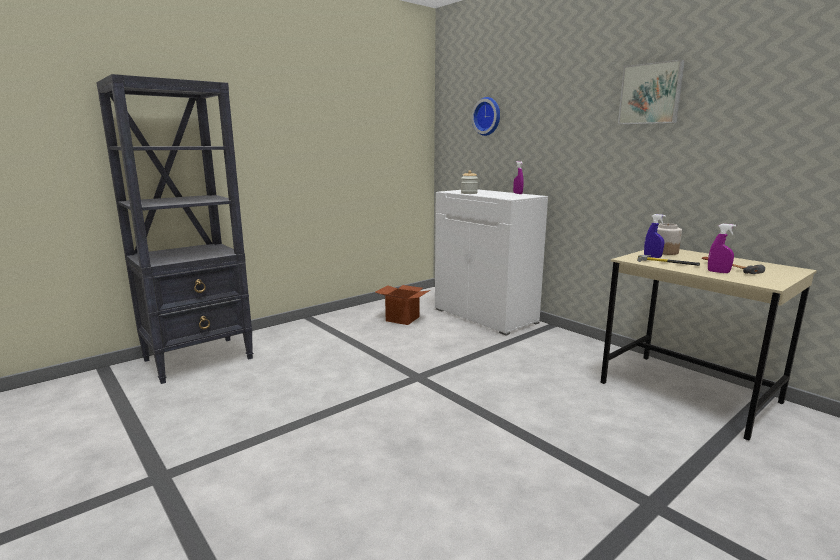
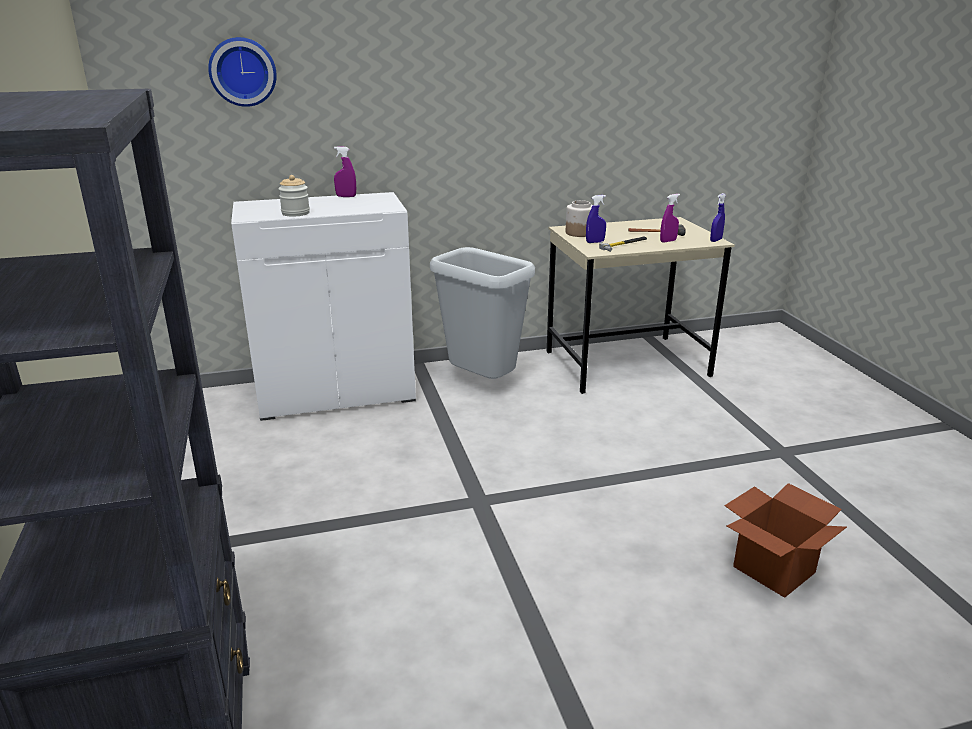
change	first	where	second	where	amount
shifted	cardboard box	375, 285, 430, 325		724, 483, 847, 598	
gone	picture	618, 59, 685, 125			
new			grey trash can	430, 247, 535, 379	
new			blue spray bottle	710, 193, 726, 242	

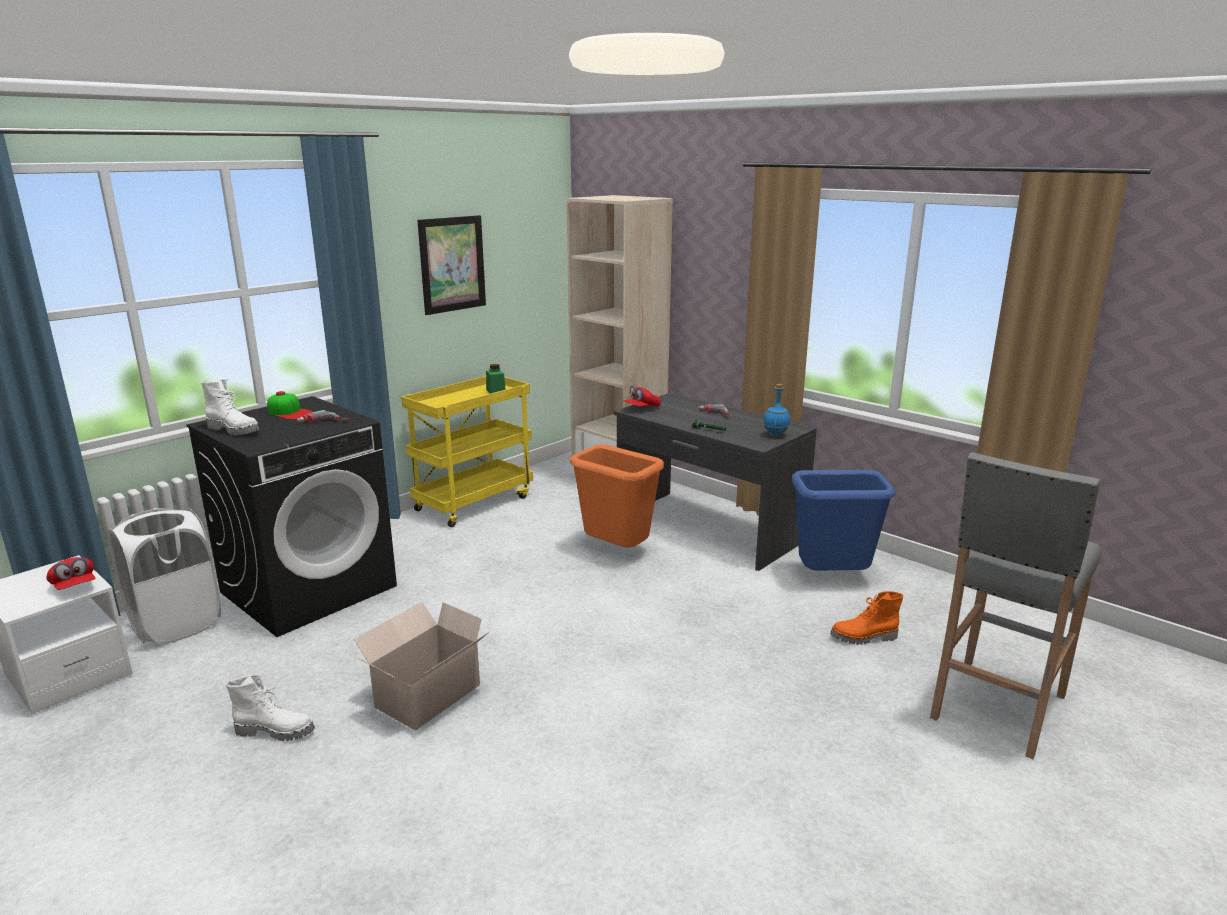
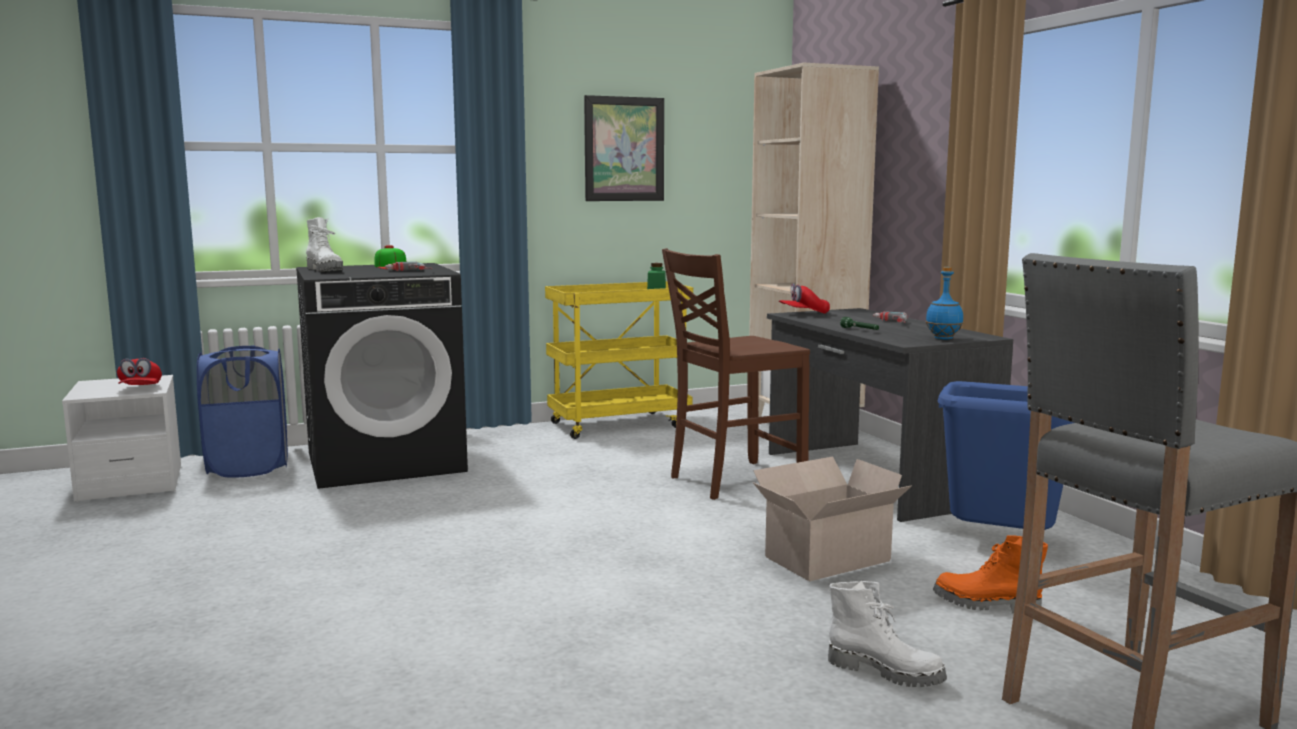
change	first	where	second	where	amount
repainted	white laundry basket	108, 508, 221, 644	blue laundry basket	197, 345, 288, 478	
shifted	white boot	226, 674, 315, 741		828, 580, 947, 687	
shifted	cardboard box	354, 602, 490, 731		752, 456, 912, 582	
swapped	orange trash can	570, 444, 664, 547	brown chair	662, 248, 810, 500	

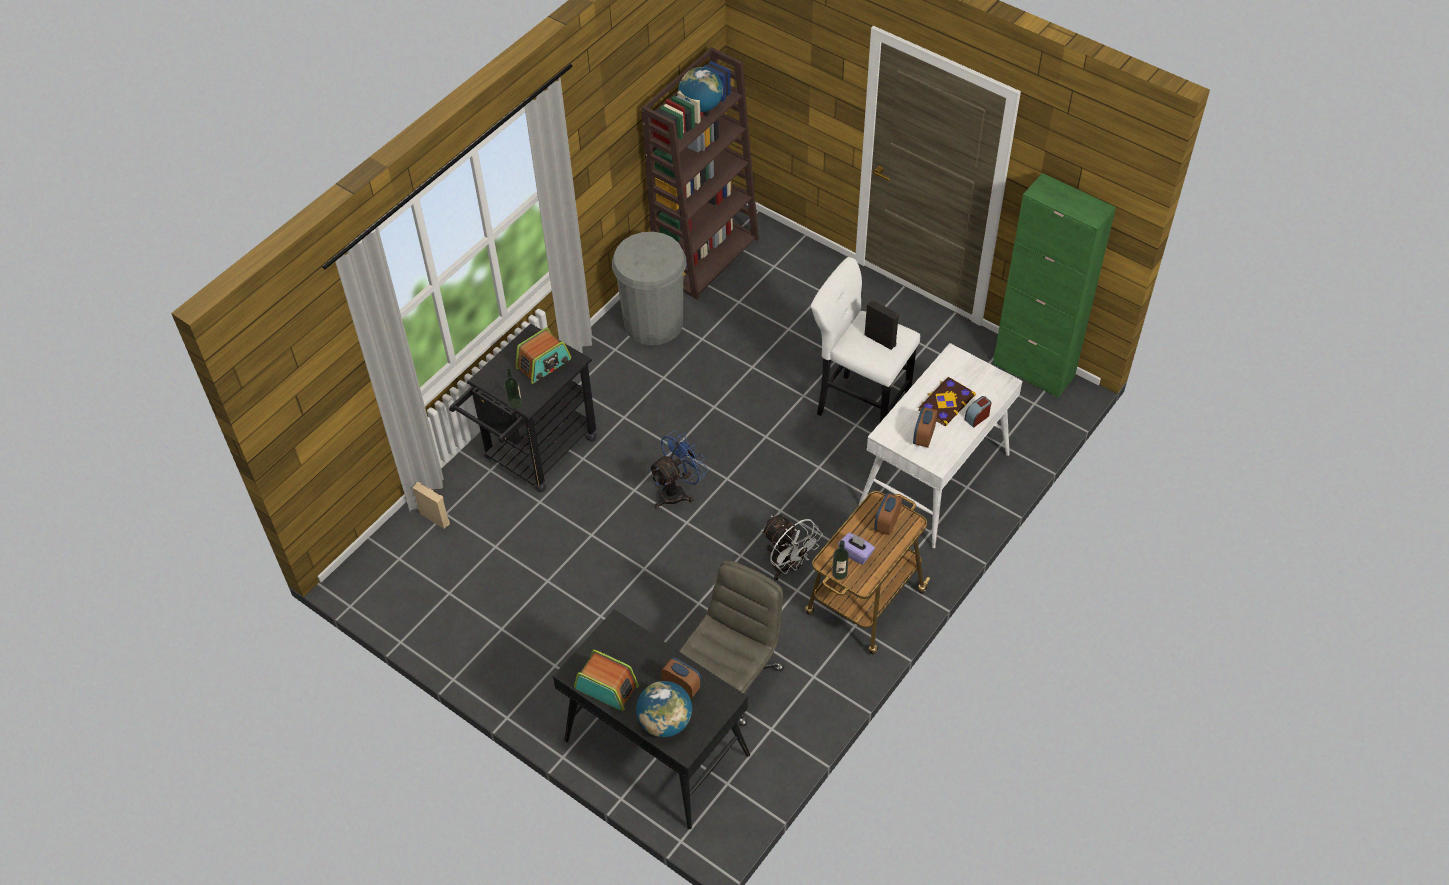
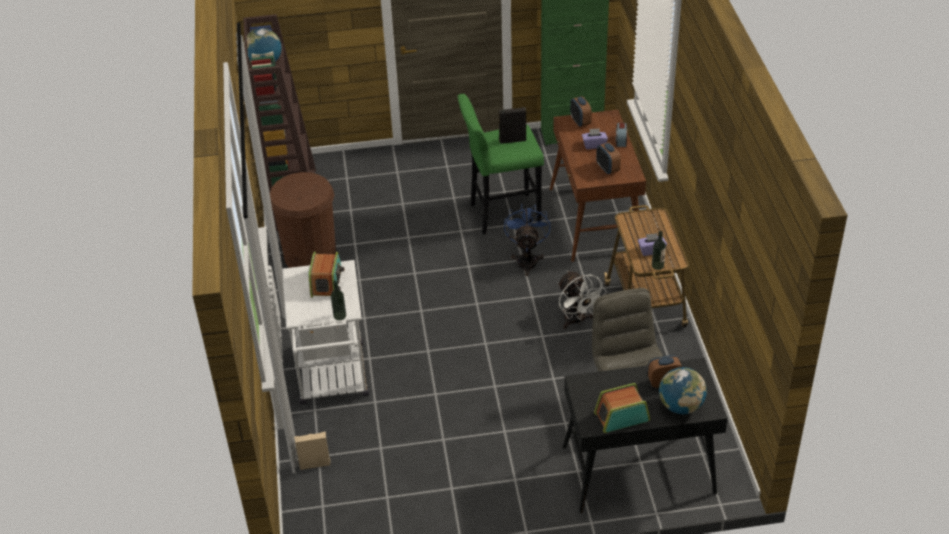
change	first	where	second	where	amount
repainted	black cart	449, 323, 597, 492	white cart	282, 260, 369, 404	
repainted	grey trash can	612, 232, 687, 345	brown trash can	270, 172, 336, 268	
shifted	blue fan	648, 430, 708, 509		504, 204, 551, 276	
rotated	white fan	761, 515, 823, 580		558, 271, 607, 329	60 degrees clockwise
repainted	white stool	811, 257, 920, 422	green stool	458, 94, 544, 235	
repainted	white desk	859, 343, 1022, 548	brown desk	550, 110, 646, 262	
shifted	alarm clock	874, 493, 902, 535		570, 96, 592, 127	
swapped	book	919, 377, 976, 426	purple tissue box	582, 128, 608, 149	

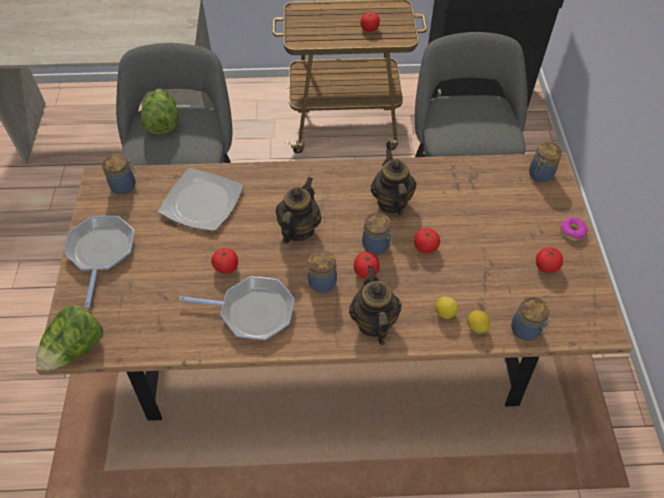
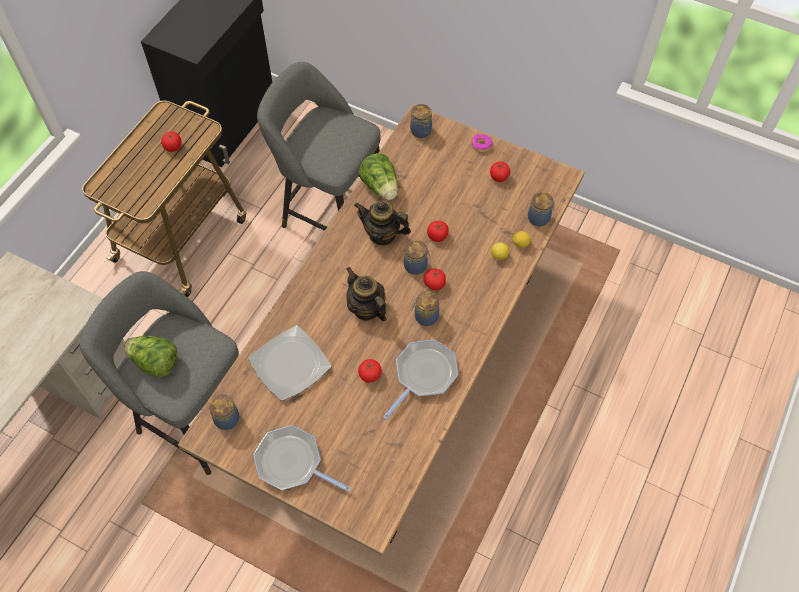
change	first	where	second	where	amount
shifted	lettuce	36, 306, 103, 371		359, 153, 398, 200	
gone	teapot	349, 265, 402, 345			

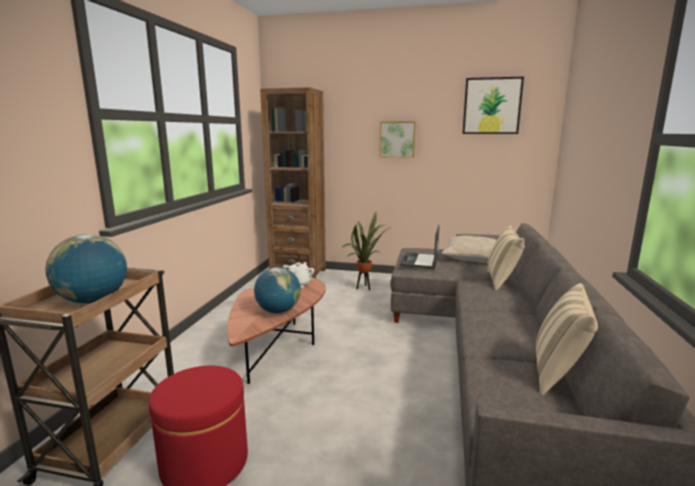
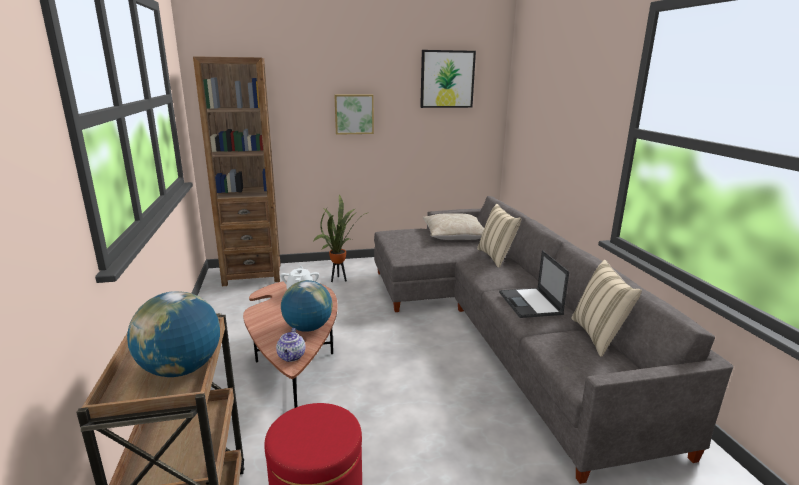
change	first	where	second	where	amount
shifted	laptop	400, 225, 439, 269		499, 250, 569, 318	
new			teapot	276, 328, 306, 362	

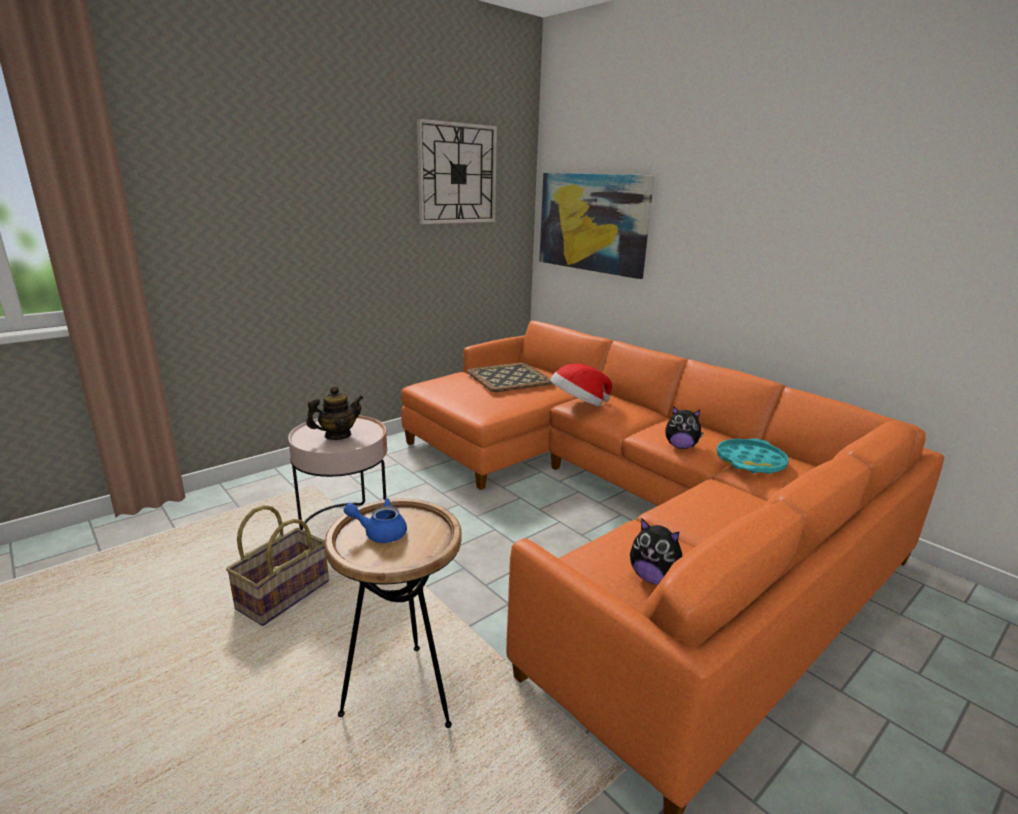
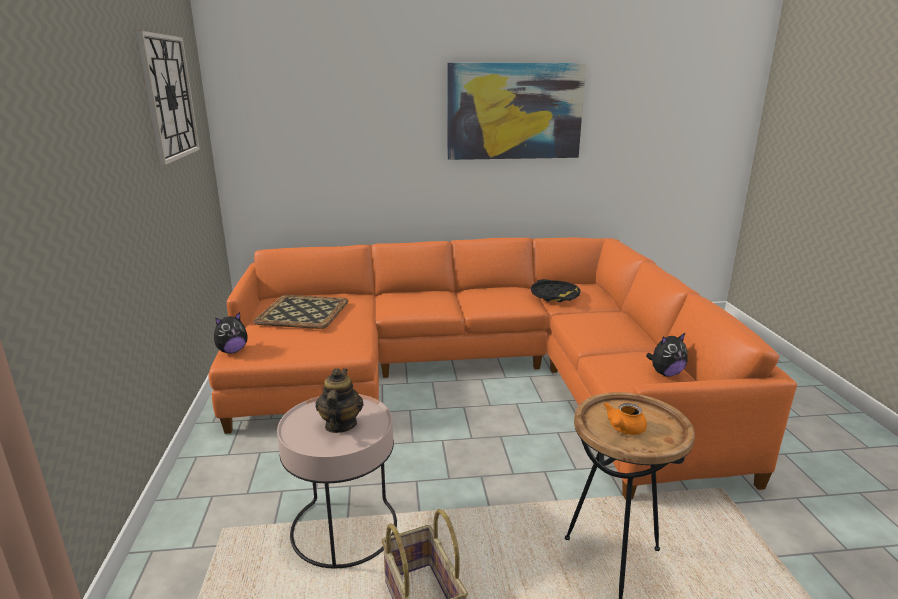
change	first	where	second	where	amount
repainted	blue teapot	344, 498, 407, 543	orange teapot	603, 403, 647, 435	
shifted	picture	539, 173, 654, 279		447, 63, 586, 160	
gone	hat	550, 363, 612, 406			
shifted	plush toy	665, 406, 704, 449		214, 312, 248, 353	
repainted	turquoise tray	717, 438, 789, 474	black tray	531, 279, 580, 302	

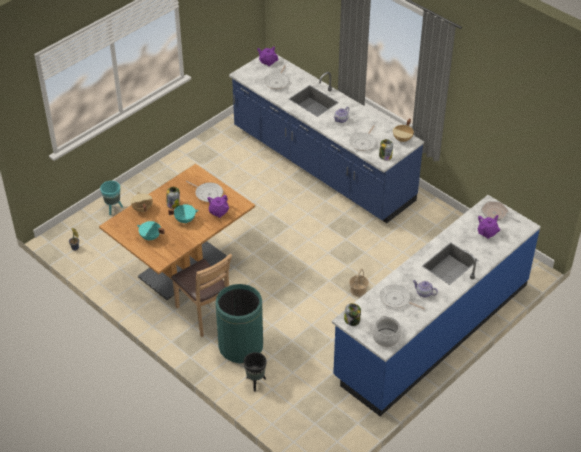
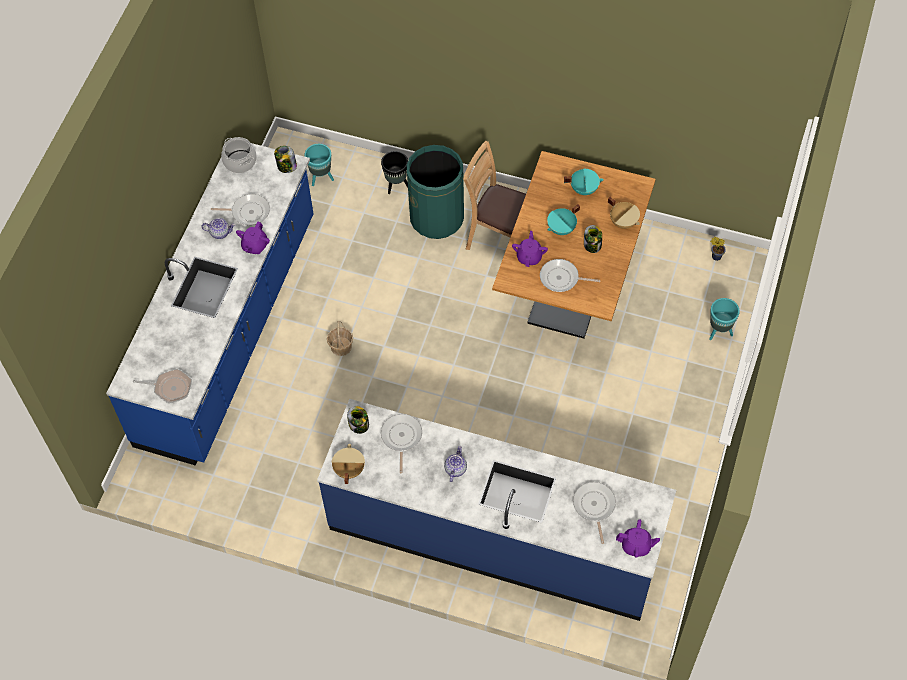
change	first	where	second	where	amount
shifted	purple teapot	478, 215, 500, 239		236, 221, 270, 254	
new			turquoise planter	304, 144, 334, 186	

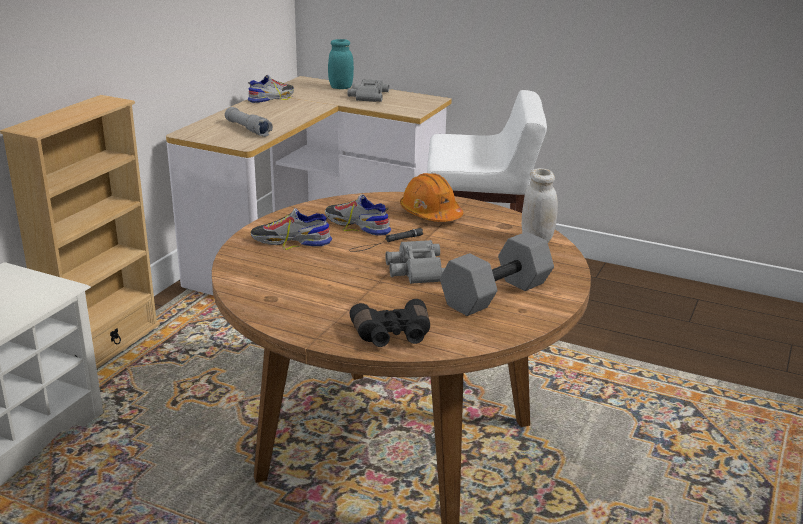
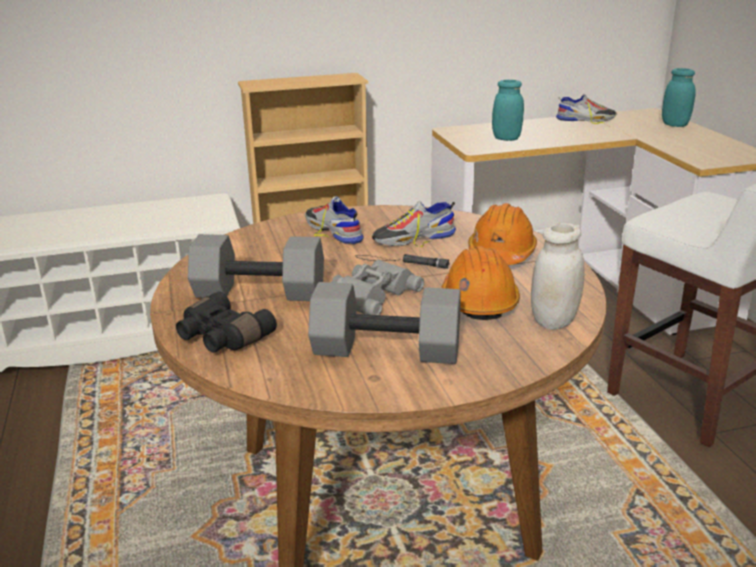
change	first	where	second	where	amount
swapped	grey flashlight	225, 107, 273, 137	turquoise jar	492, 80, 524, 141	
rotated	shoe	325, 194, 391, 236		372, 201, 456, 247	105 degrees counterclockwise
gone	grey binoculars	348, 79, 389, 102			
new			grey dumbbell	188, 234, 324, 301	
new			orange hard hat	442, 246, 520, 320	

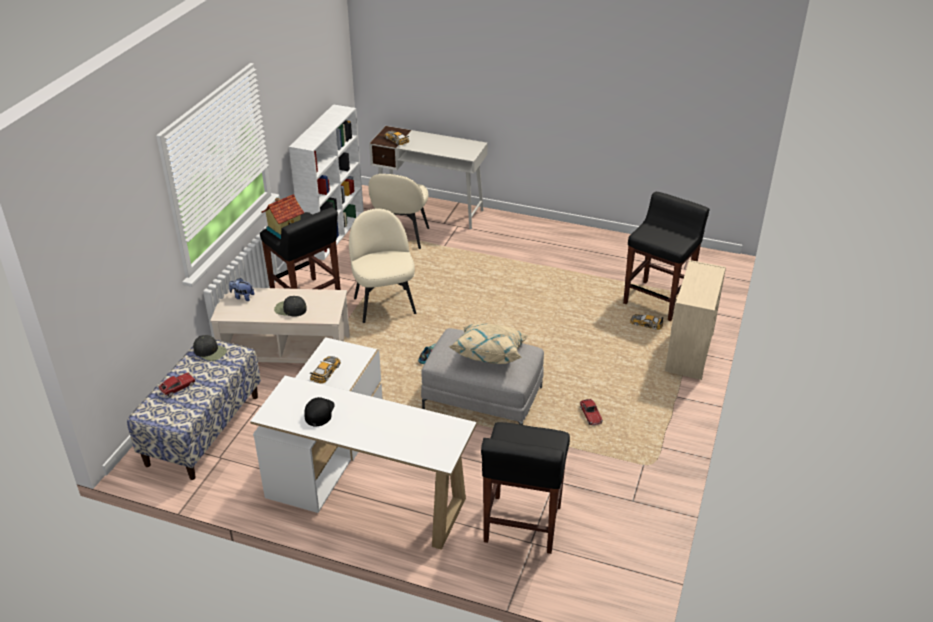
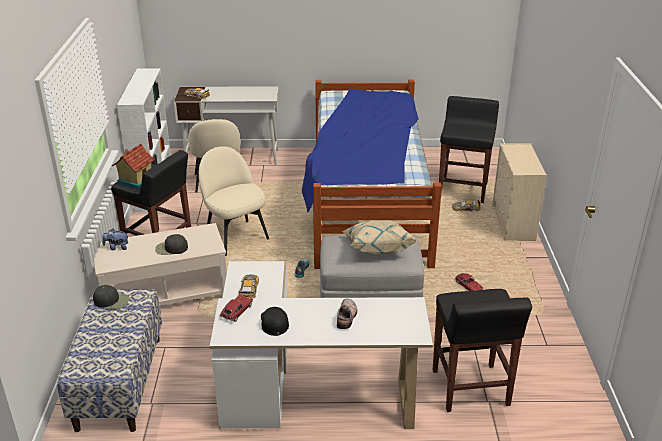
change	first	where	second	where	amount
shifted	toy car	158, 372, 196, 397		220, 294, 253, 322	
new			bed	302, 80, 442, 269	
new			shoe	337, 299, 357, 329	

